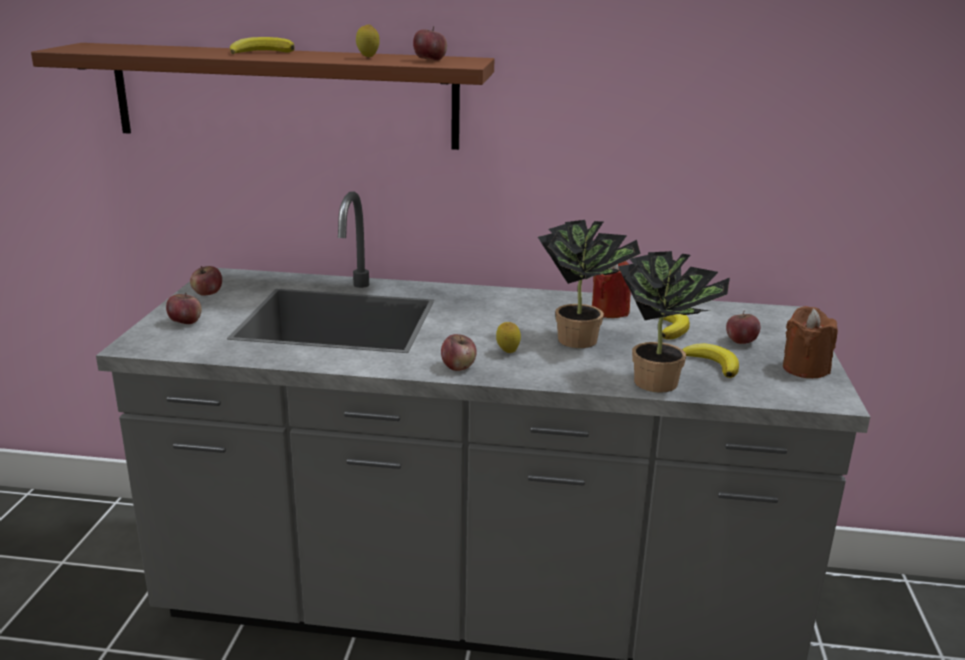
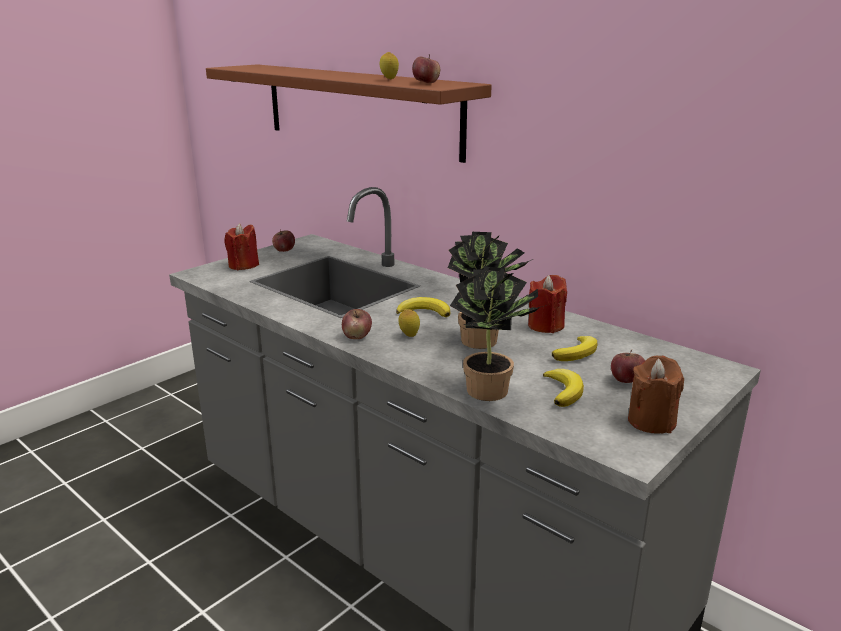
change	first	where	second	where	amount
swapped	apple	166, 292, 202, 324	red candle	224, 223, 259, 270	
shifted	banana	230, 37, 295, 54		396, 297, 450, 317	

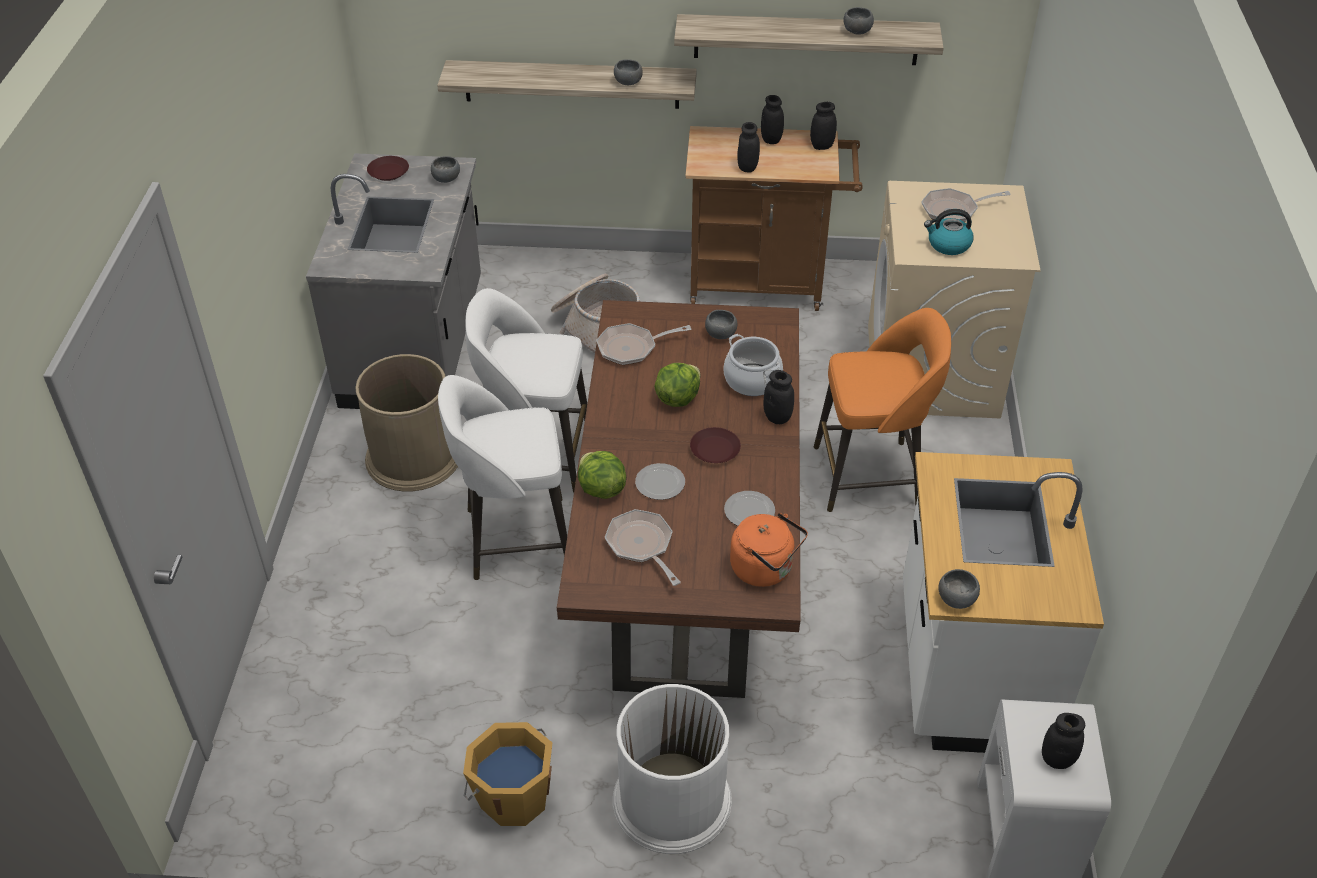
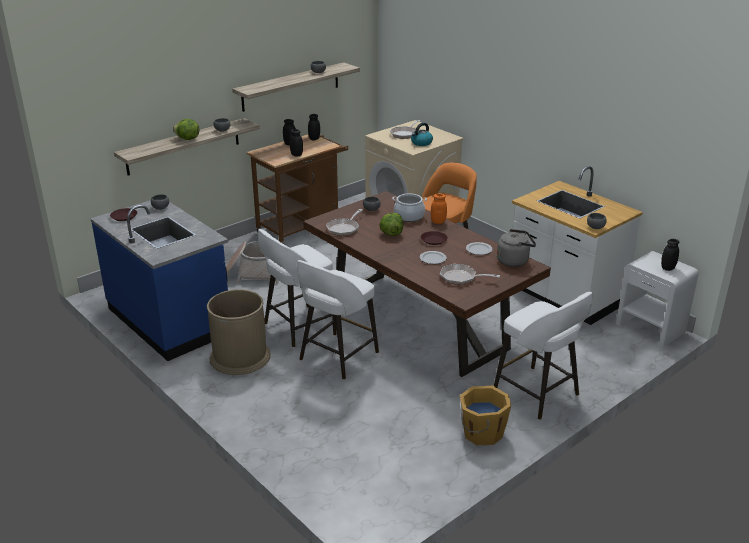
change	first	where	second	where	amount
repainted	grey counter	306, 153, 481, 409	blue counter	90, 200, 228, 361	
shifted	lettuce	578, 451, 626, 499		173, 119, 199, 140	
swapped	white trash can	613, 684, 732, 854	white stool	494, 292, 593, 420	
repainted	orange kettle	730, 513, 808, 587	grey kettle	497, 229, 536, 267	
repainted	black jar	763, 370, 794, 424	orange jar	431, 194, 447, 224	

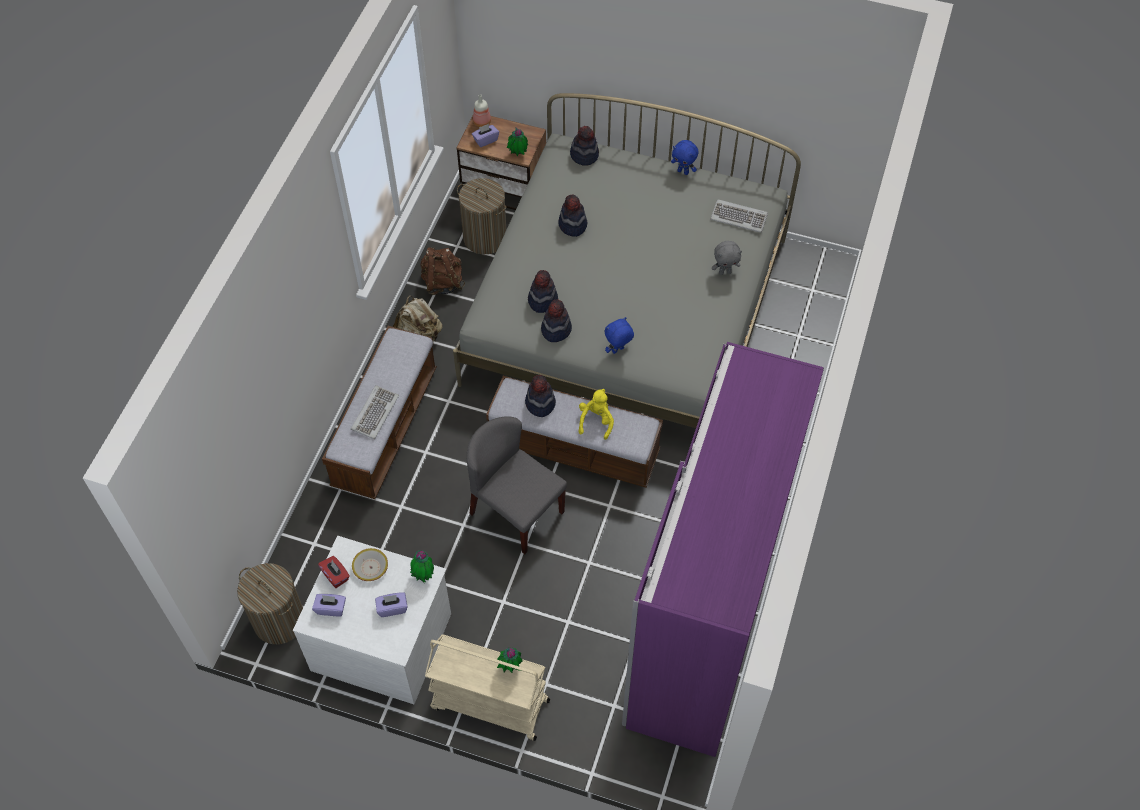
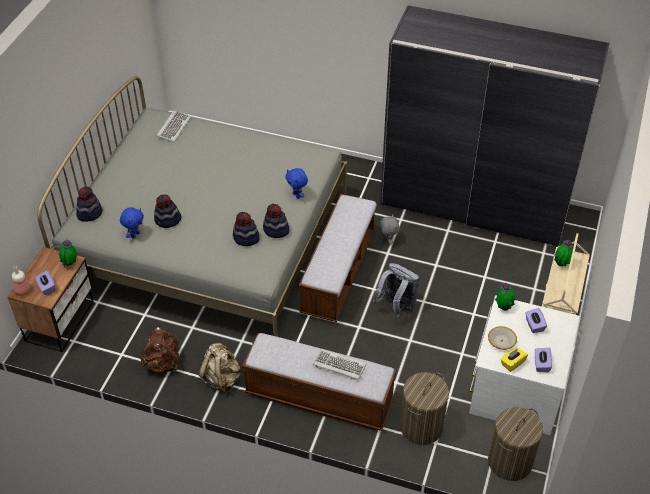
change	first	where	second	where	amount
repainted	red tissue box	318, 556, 350, 588	yellow tissue box	500, 347, 528, 372	
shifted	laundry basket	457, 178, 506, 254		400, 372, 449, 445	
swapped	grey chair	467, 416, 567, 554	grey backpack	373, 263, 420, 319	
gone	hat	525, 375, 556, 417			
gone	yellow plush toy	579, 389, 614, 440			
repainted	purple wardrobe	622, 342, 824, 757	grey wardrobe	380, 5, 609, 247	
shifted	blue plush toy	671, 140, 698, 175		120, 207, 144, 239	
shifted	grey plush toy	712, 241, 742, 275		380, 214, 399, 244	

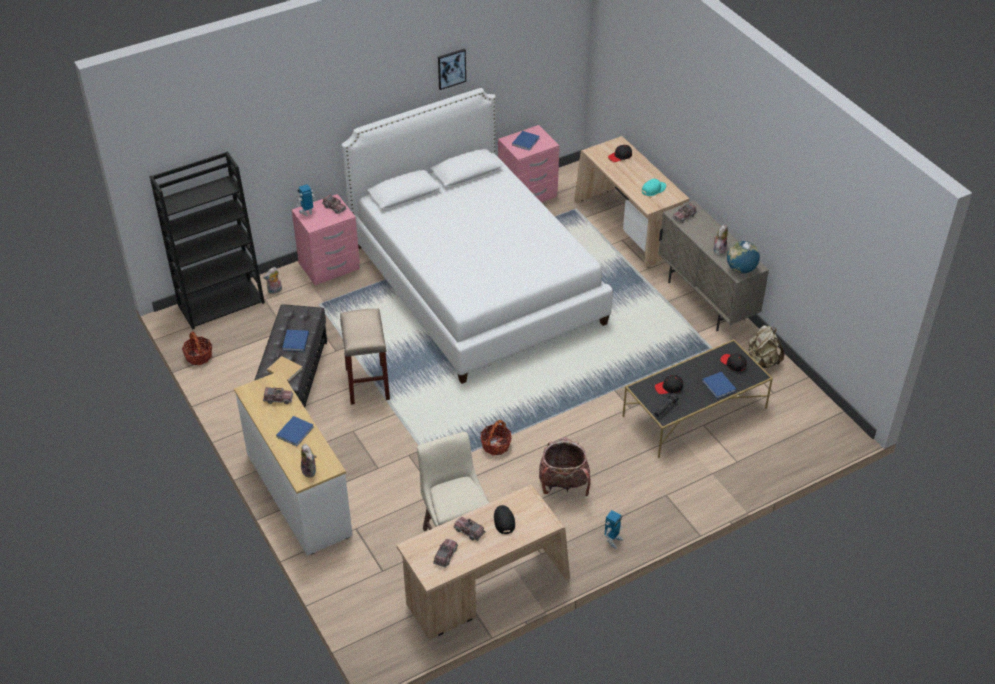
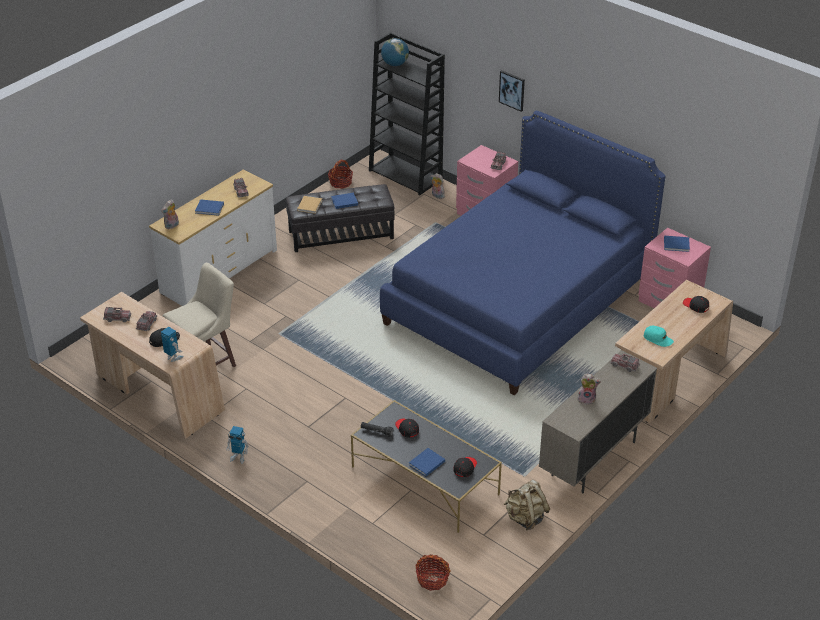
change	first	where	second	where	amount
shifted	toy robot	296, 184, 316, 216		161, 327, 184, 362	
gone	beige stool	340, 308, 390, 405			
repainted	white bed	341, 88, 613, 384	blue bed	380, 111, 665, 395	
shifted	picture	438, 49, 466, 90		499, 70, 525, 112	
shifted	basket	480, 420, 512, 455		416, 554, 451, 591	
gone	backpack	539, 437, 591, 496			
shifted	globe	727, 241, 760, 273		381, 38, 409, 66	

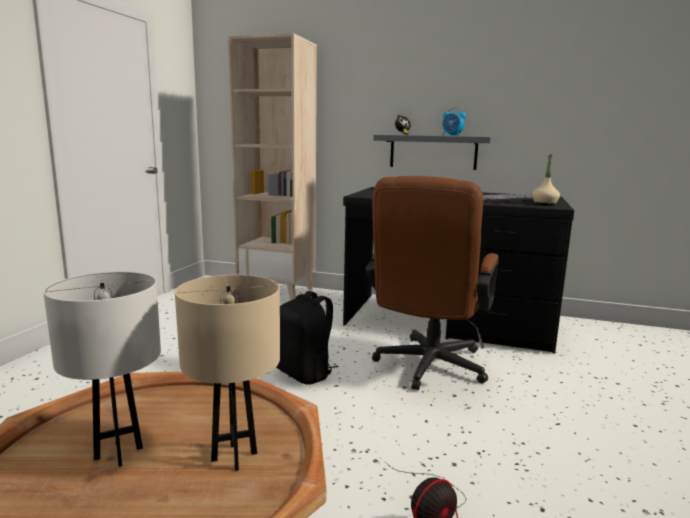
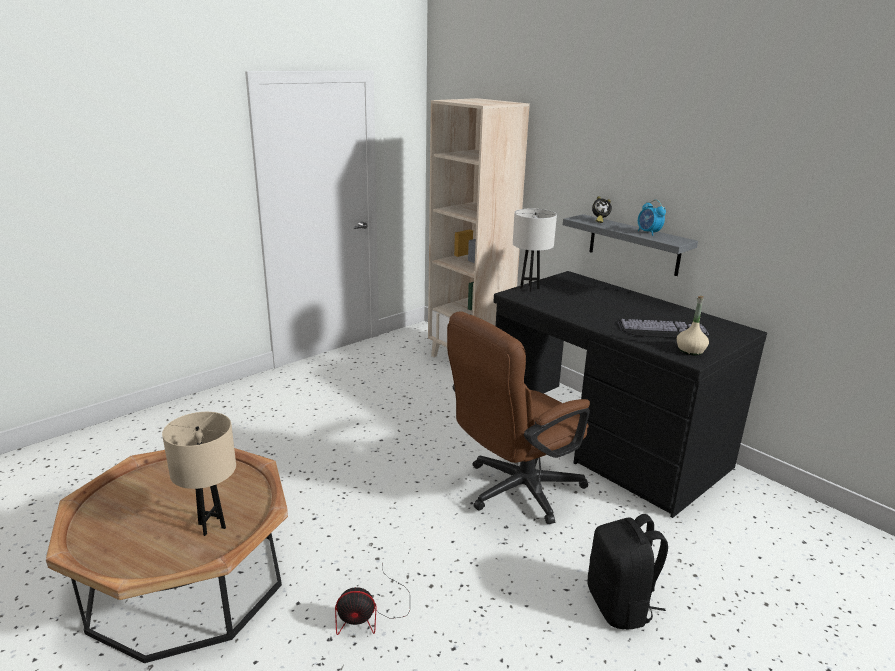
change	first	where	second	where	amount
shifted	white table lamp	43, 272, 161, 467		513, 209, 557, 292	
shifted	black backpack	276, 291, 339, 385		588, 514, 668, 629	

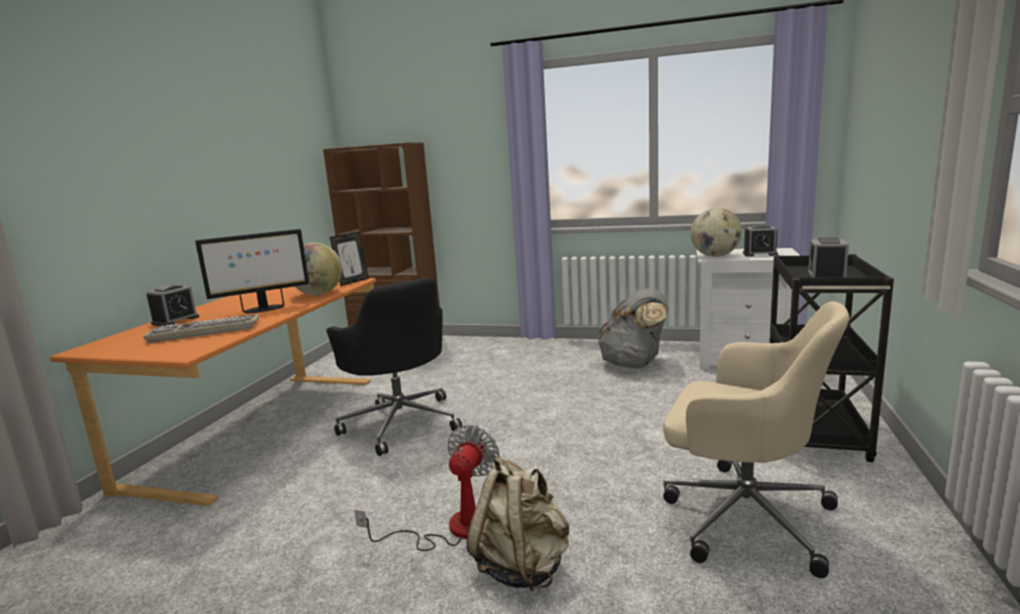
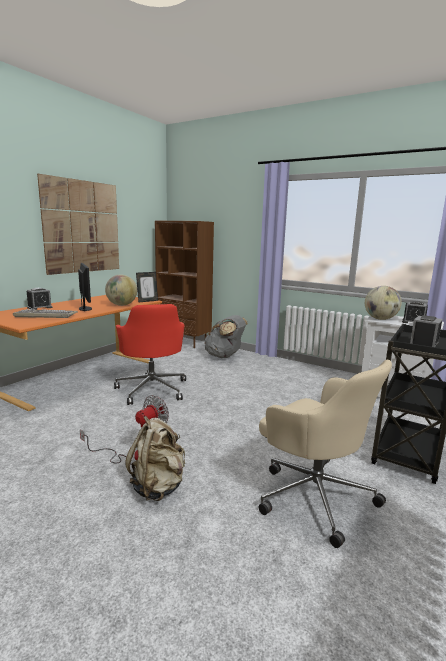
change	first	where	second	where	amount
rotated	monitor	195, 229, 309, 313		78, 263, 92, 311	105 degrees counterclockwise
repainted	black office chair	326, 278, 462, 456	red office chair	114, 304, 186, 405	
shifted	grey backpack	598, 289, 669, 369		204, 315, 248, 358	
new			picture	37, 174, 119, 275	

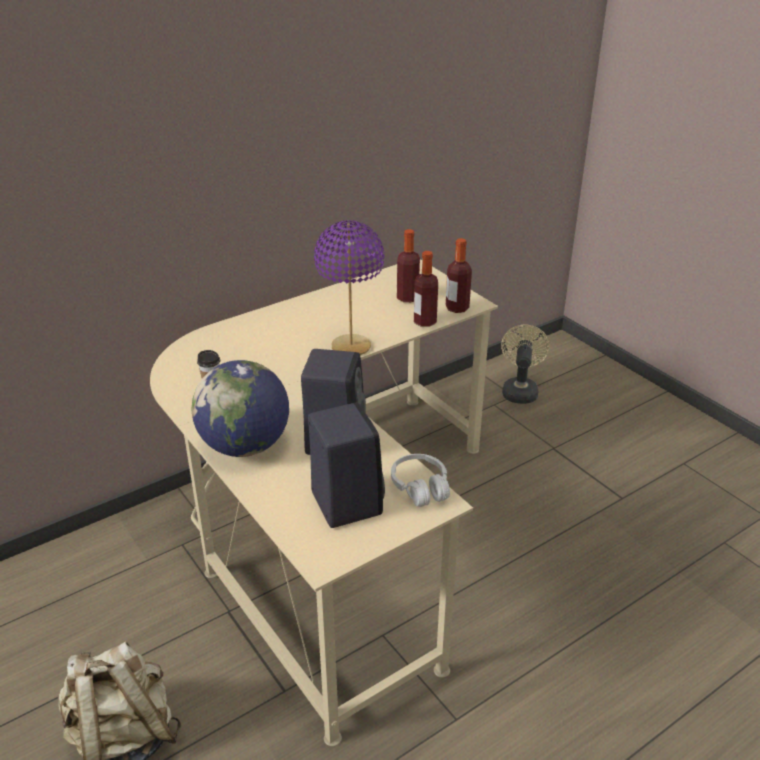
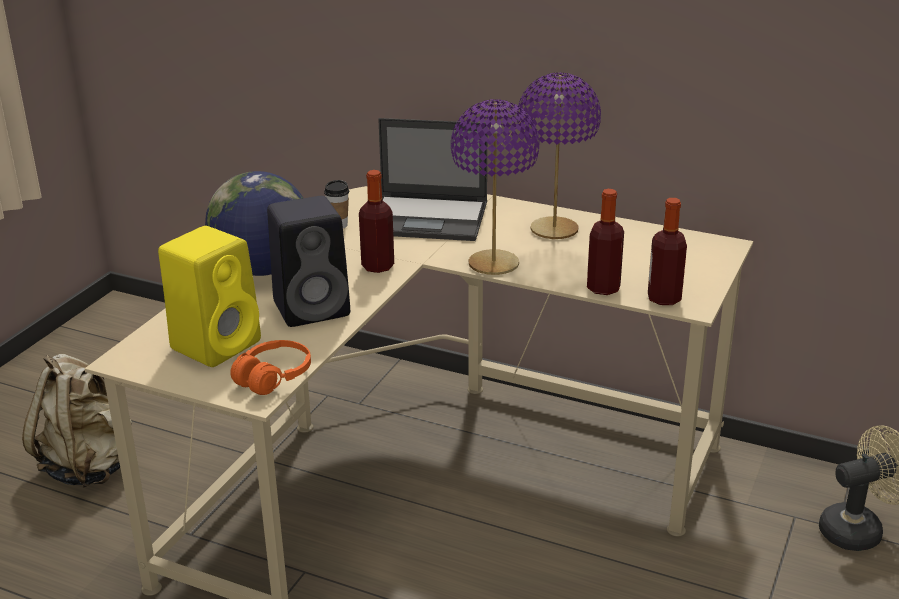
change	first	where	second	where	amount
repainted	black speaker	308, 403, 385, 528	yellow speaker	158, 226, 261, 367	
repainted	white headphones	391, 454, 450, 507	orange headphones	230, 340, 311, 395	
shifted	bottle	397, 229, 420, 302		359, 170, 394, 273	
new			laptop	378, 118, 487, 241	
new			purple table lamp	517, 73, 601, 239	

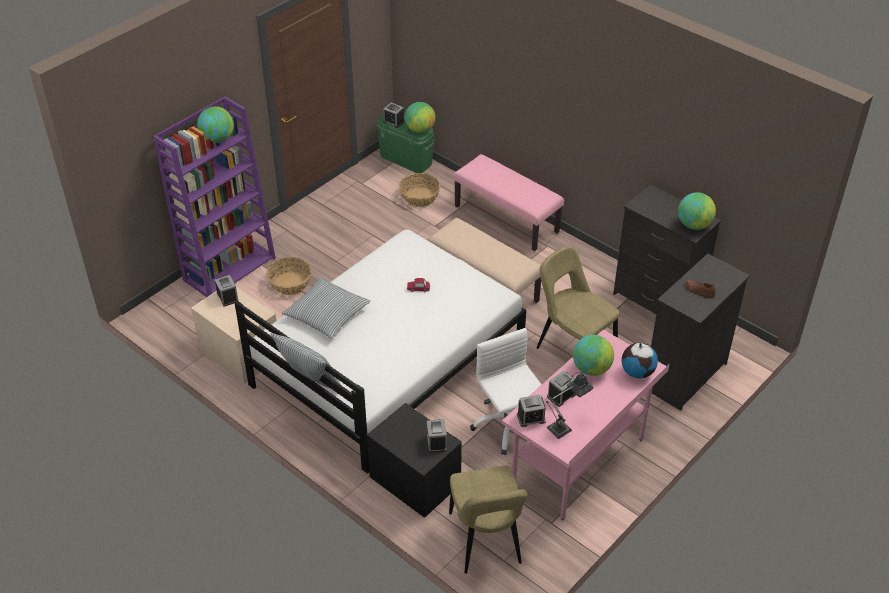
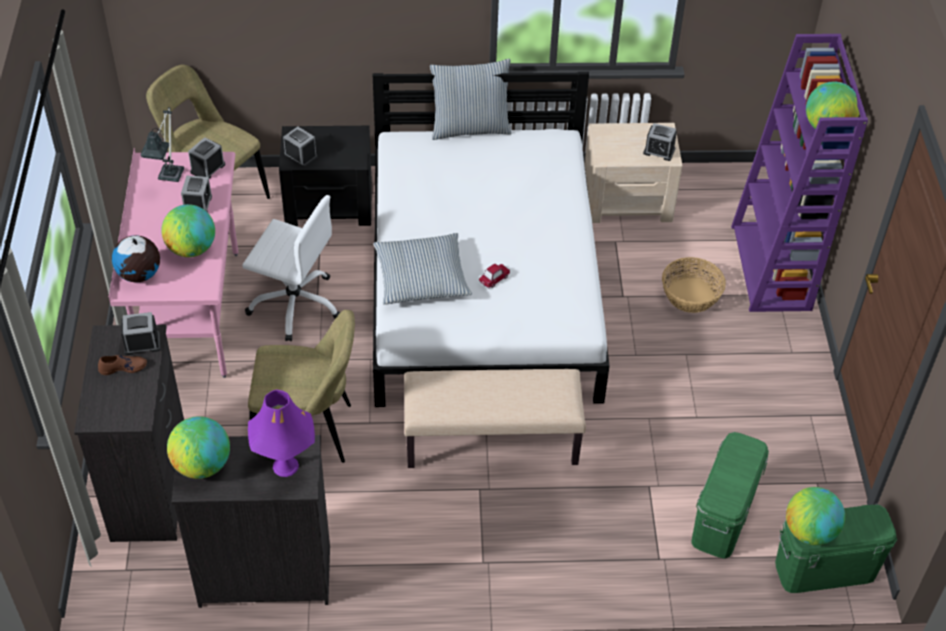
change	first	where	second	where	amount
shifted	pillow	282, 277, 371, 339		373, 233, 472, 305	
shifted	alarm clock	383, 103, 405, 128		121, 312, 160, 355	
swapped	basket	399, 173, 440, 207	green storage box	691, 432, 769, 559	
gone	pink bench	453, 154, 564, 251			
new			purple table lamp	248, 390, 315, 477	

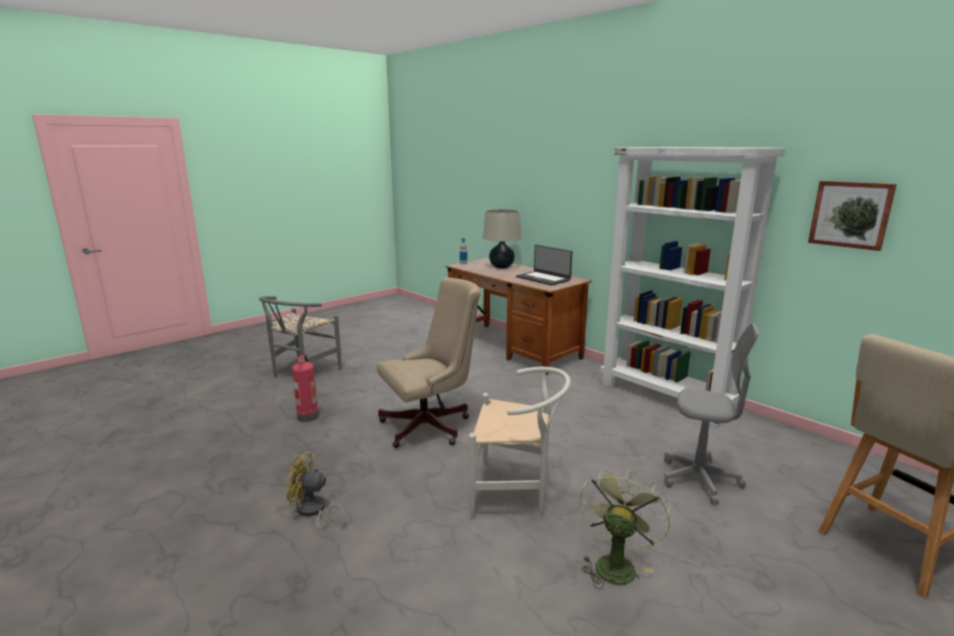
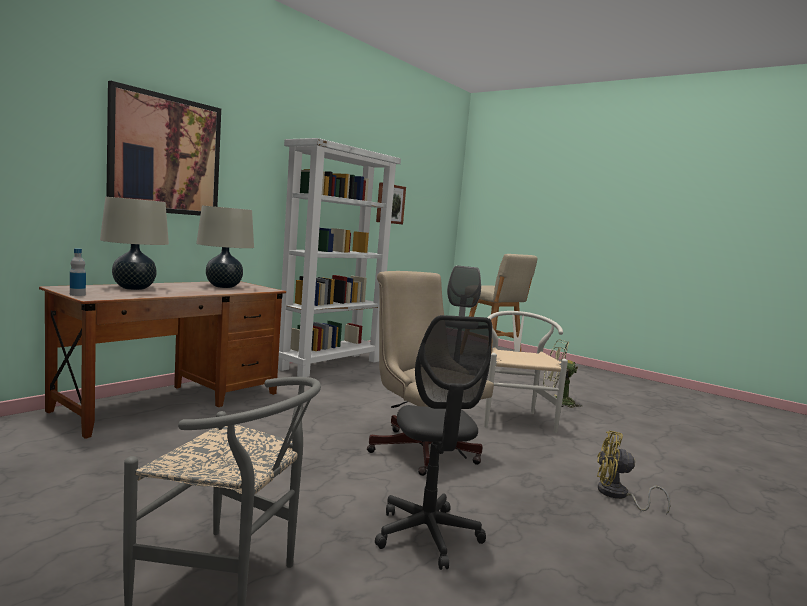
change	first	where	second	where	amount
rotated	yellow fan	285, 452, 345, 530		597, 430, 670, 514	105 degrees clockwise
swapped	fire extinguisher	292, 355, 319, 422	grey office chair	375, 315, 492, 570	
swapped	laptop	516, 245, 572, 286	beige table lamp	196, 206, 254, 288	
new			picture	106, 81, 221, 216	

